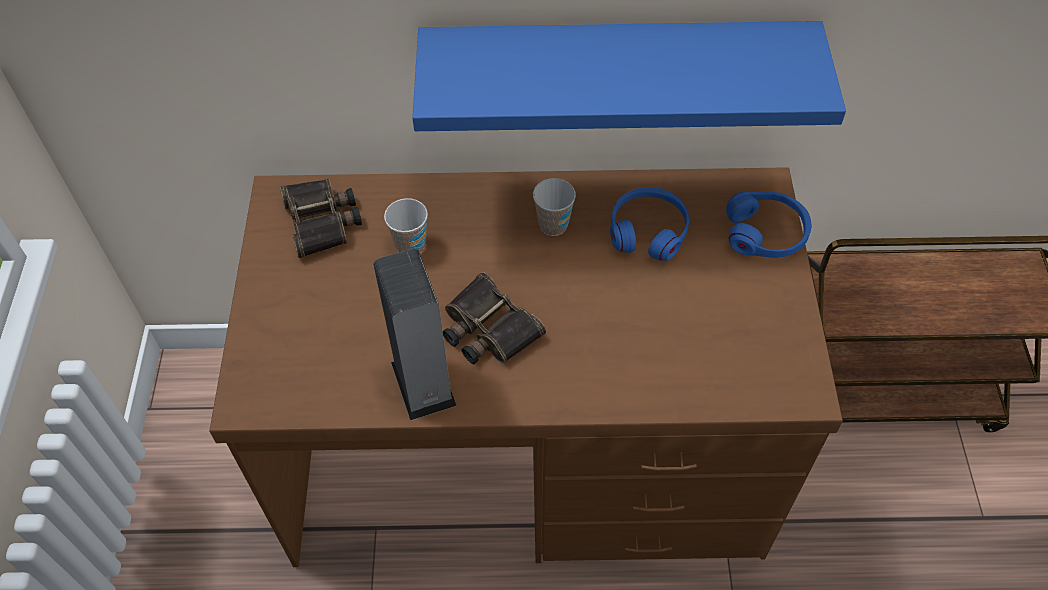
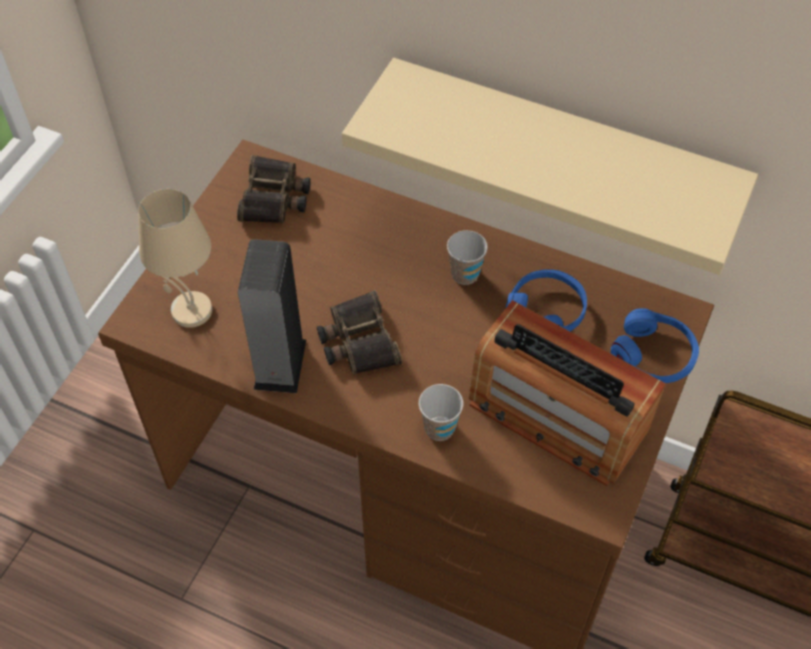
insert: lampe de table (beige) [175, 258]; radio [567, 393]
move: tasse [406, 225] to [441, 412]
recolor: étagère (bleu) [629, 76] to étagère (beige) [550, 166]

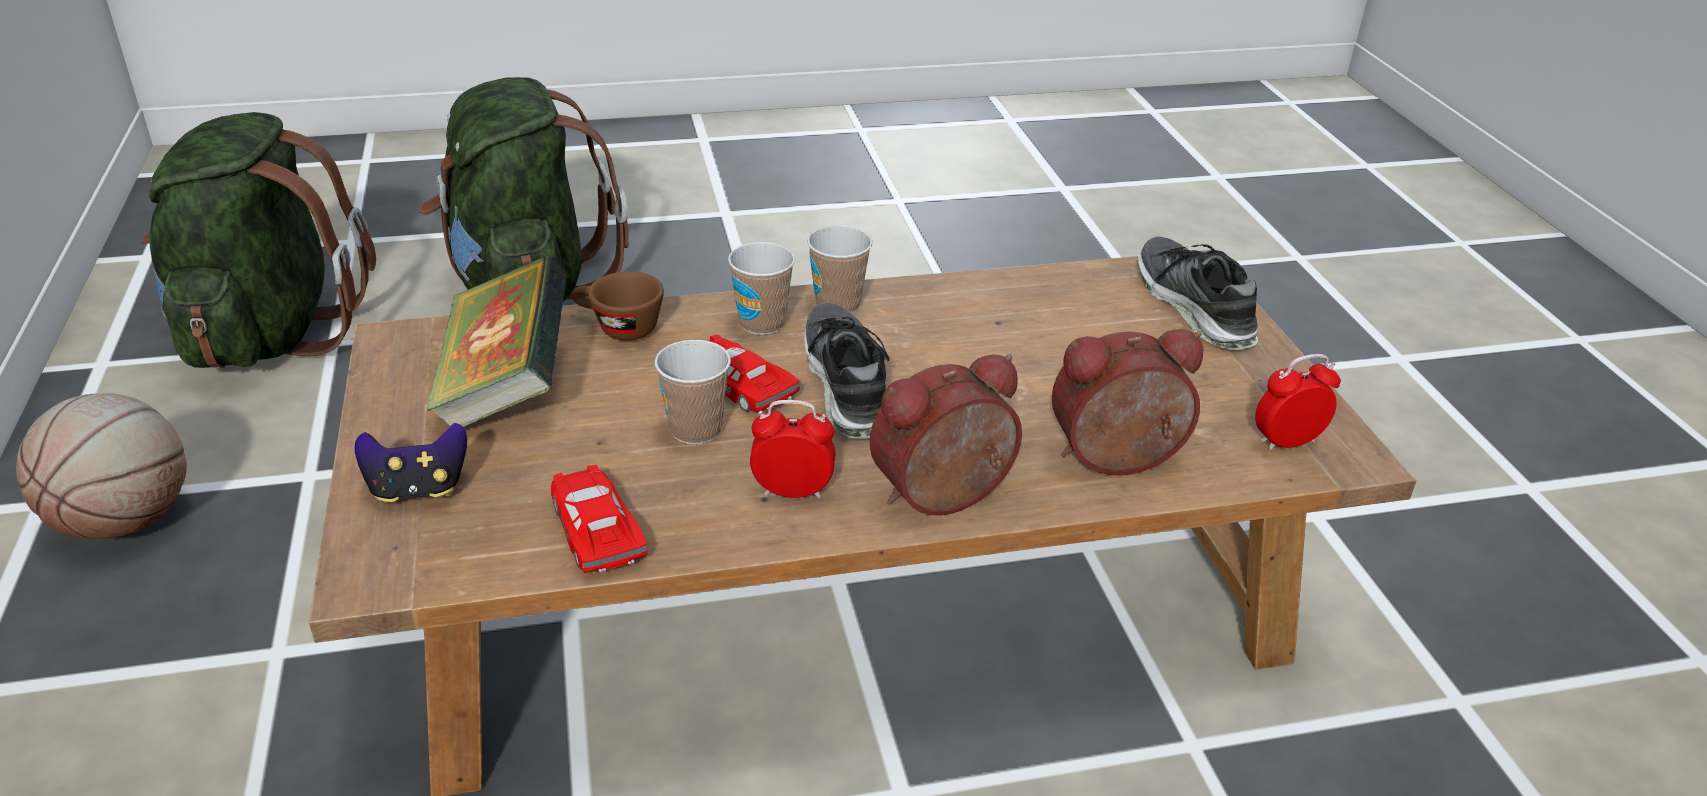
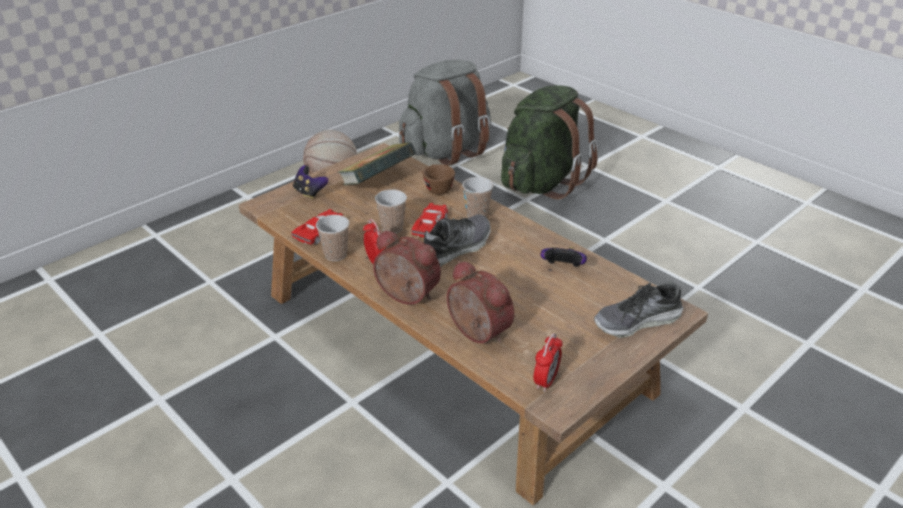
insert: manette [563, 257]
move: tasse [839, 269] to [332, 238]
recolor: sac à dos (vert) [258, 240] to sac à dos (gris) [445, 113]
rotate: réveil [1298, 402] = [548, 362] 75 degrees clockwise; chaussure [1198, 293] = [638, 309] 150 degrees counterclockwise

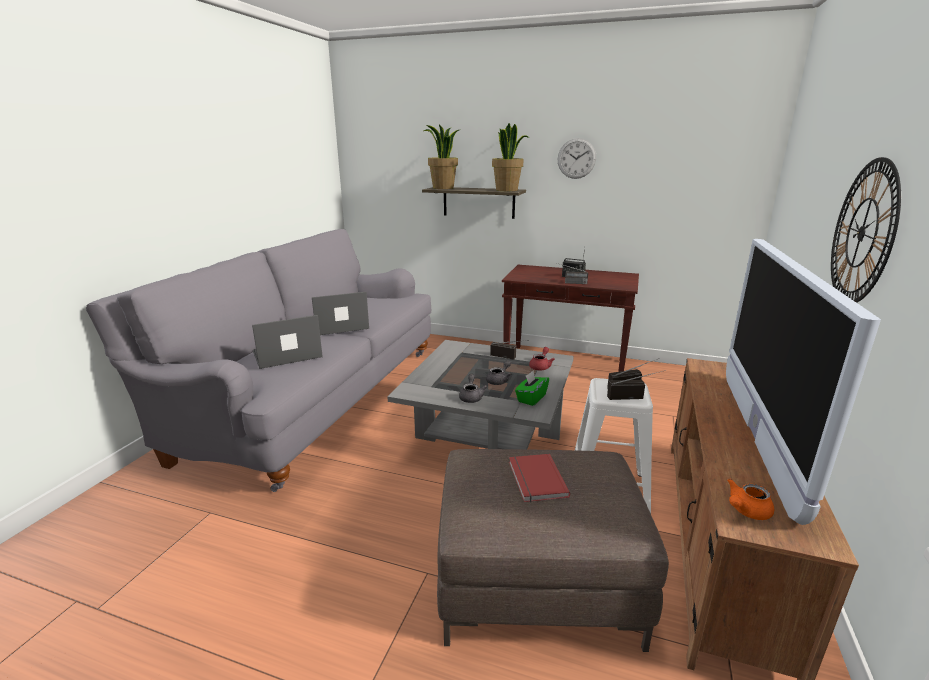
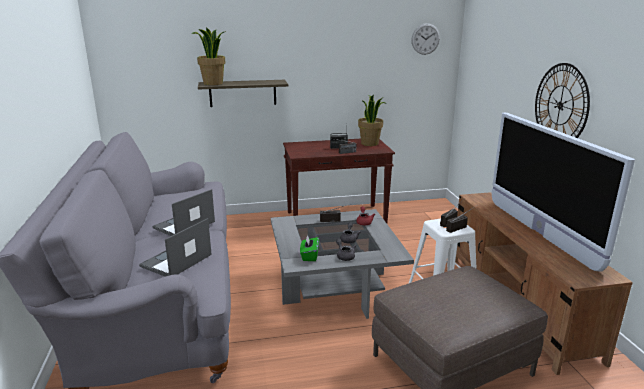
delete: livre (rouge) [539, 478]; théière (orange) [750, 499]
move: boîte à mouchoirs (vert) [532, 388] to [309, 247]; plante en pot [510, 157] to [372, 120]; horloge murale [577, 158] to [425, 39]

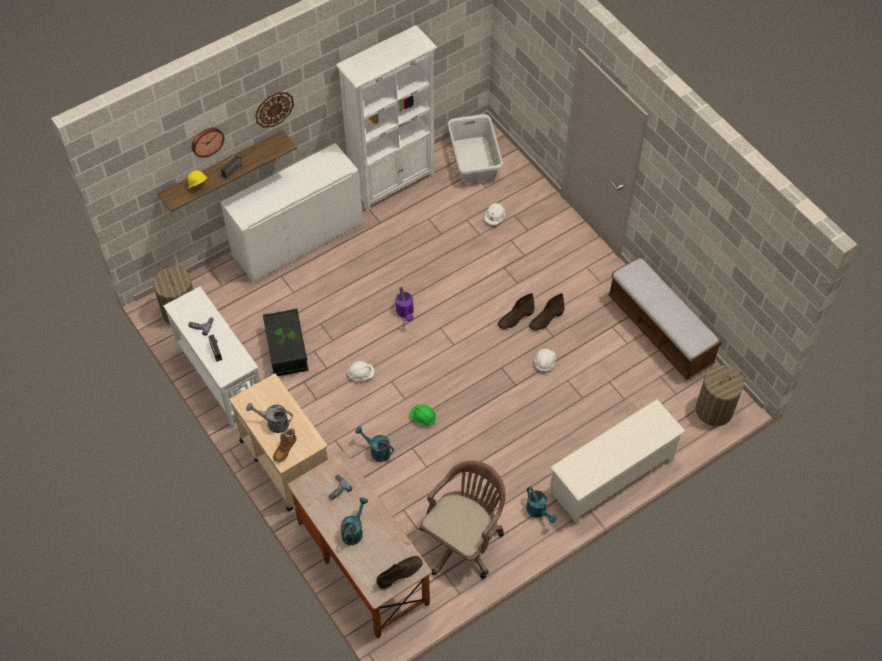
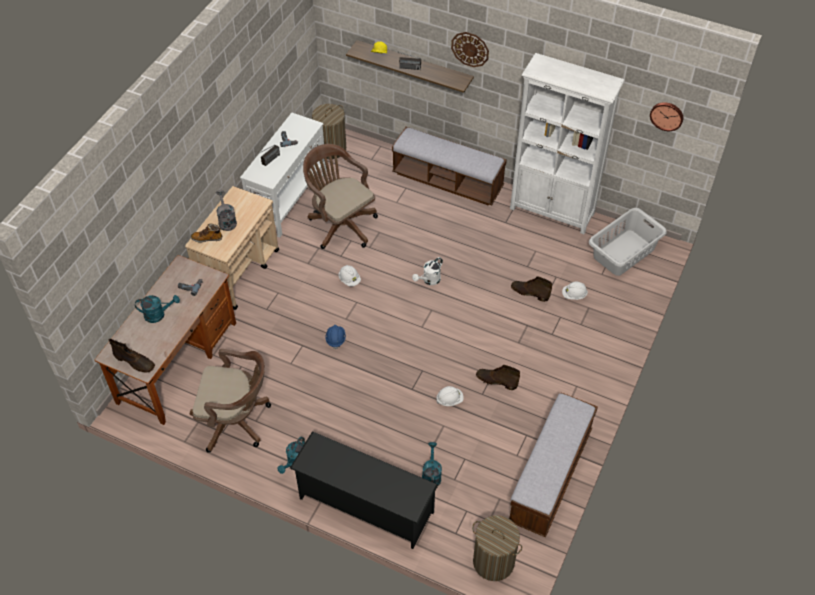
move: arrosoir (turquoise) [374, 444] to [432, 464]; botte (marron) [516, 311] to [531, 289]; horloge murale [208, 143] to [666, 116]
replace: boîte de rangement (noir) [285, 342] to chaise de bureau (marron) [340, 196]; meuble de rangement (blanc) [291, 212] to banc [449, 166]
recolor: étagère à chaussures (blanc) [617, 461] to étagère à chaussures (noir) [364, 490]; casque de chantier (vert) [423, 414] to casque de chantier (bleu) [335, 337]; arrosoir (violet) [404, 304] to arrosoir (blanc) [427, 271]

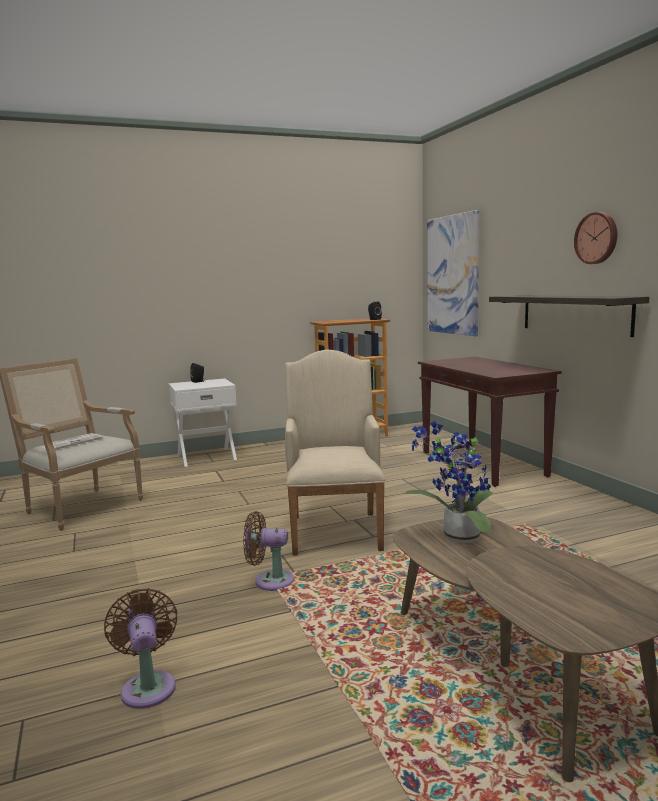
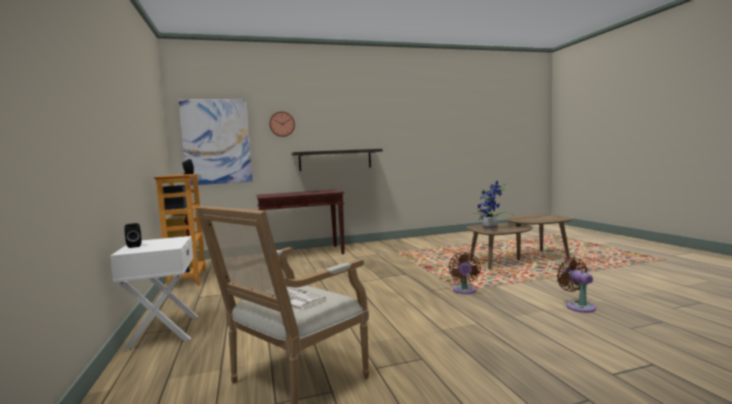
delete: fauteuil (beige) [335, 453]
move: horloge murale [595, 238] to [282, 124]
rotate: ventilateur (marron) [140, 648] = [576, 285] 90 degrees clockwise

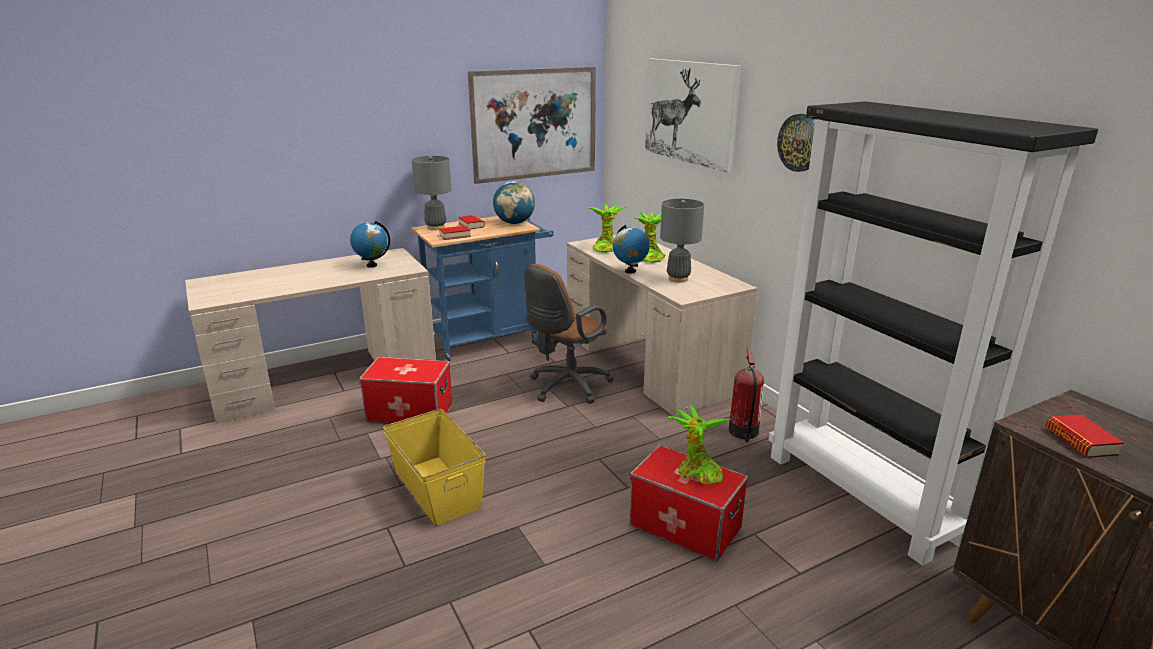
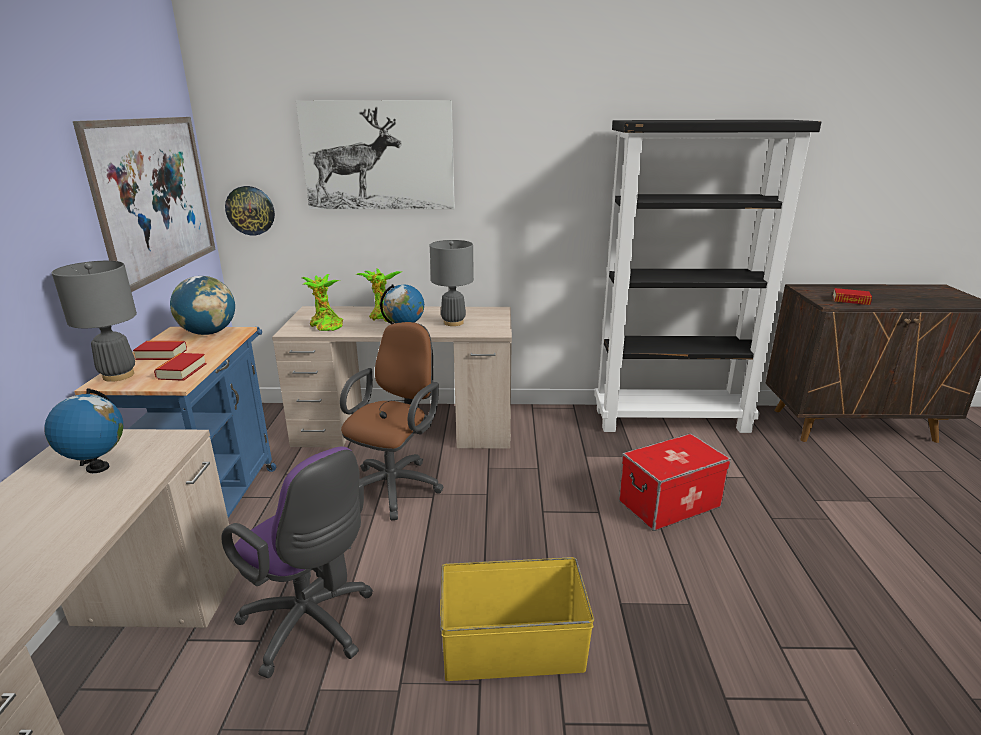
delete: plante en pot [699, 445]; extincteur [746, 394]
move: horloge murale [796, 143] to [250, 210]
replace: boîte de rangement [406, 390] to chaise de bureau (violet) [297, 562]
rotate: chaise de bureau (marron) [569, 334] = [391, 421] 135 degrees counterclockwise

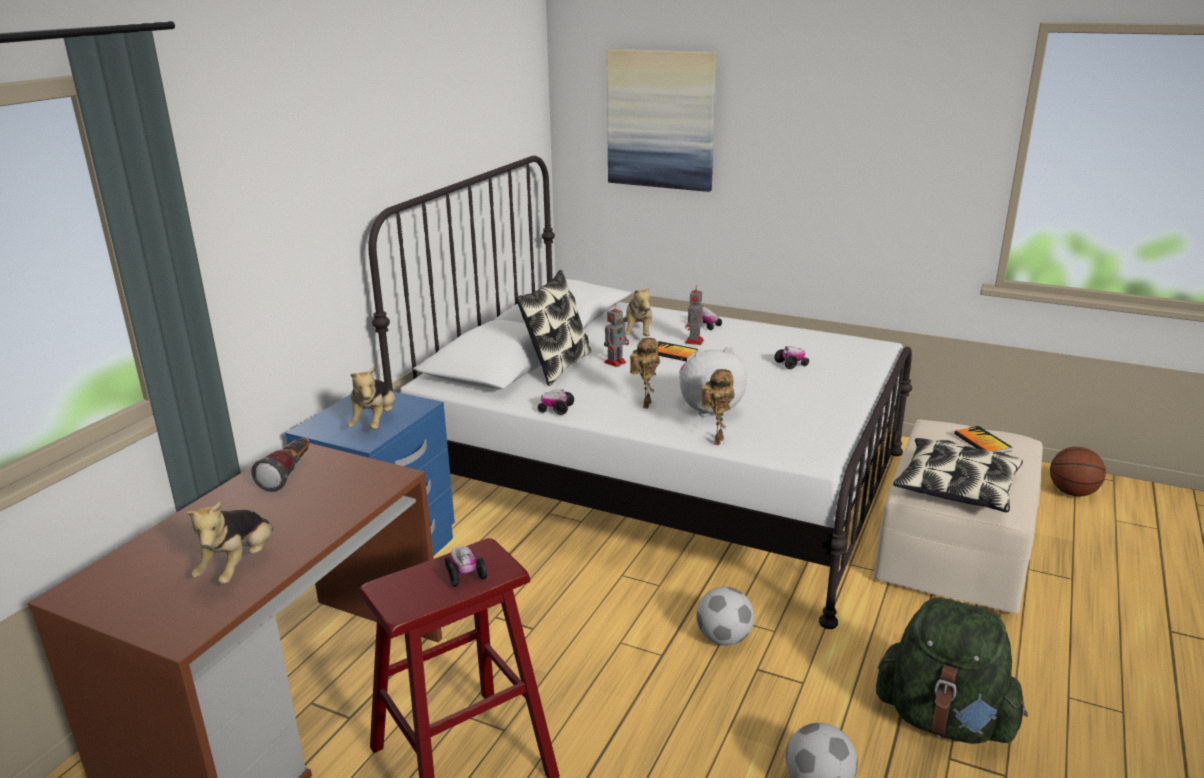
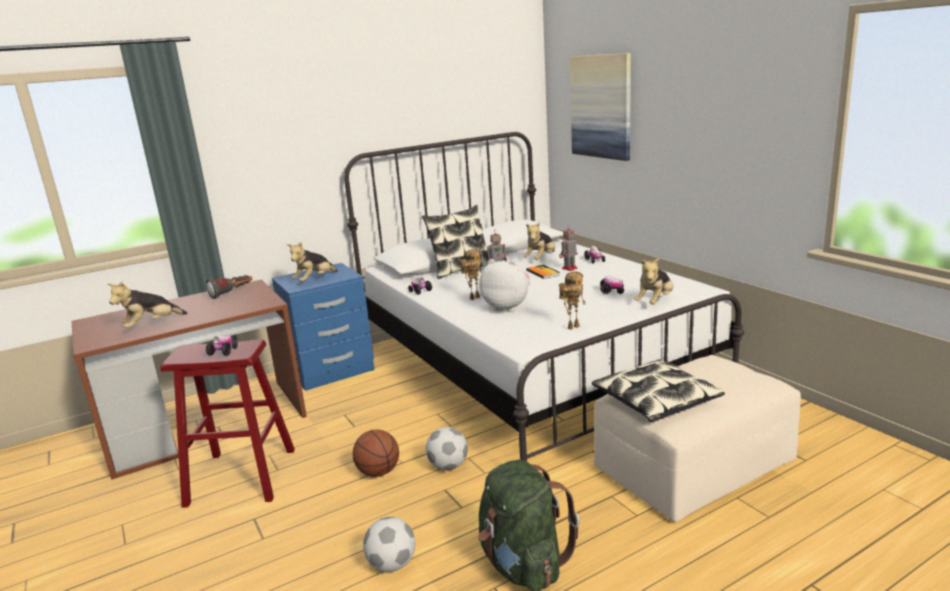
delete: livre [983, 439]
insert: peluche [653, 281]
move: ballon de basket [1078, 471] to [376, 453]; robot jouet [718, 407] to [572, 301]

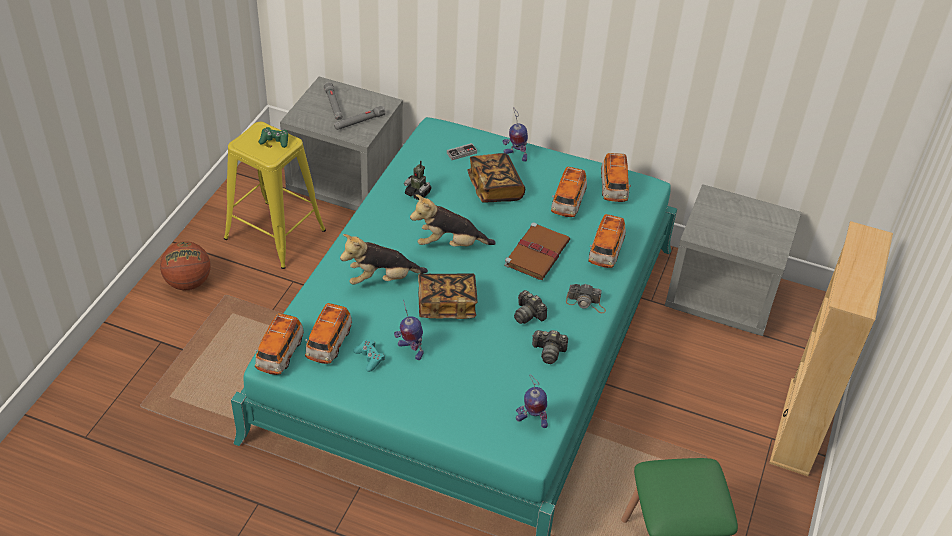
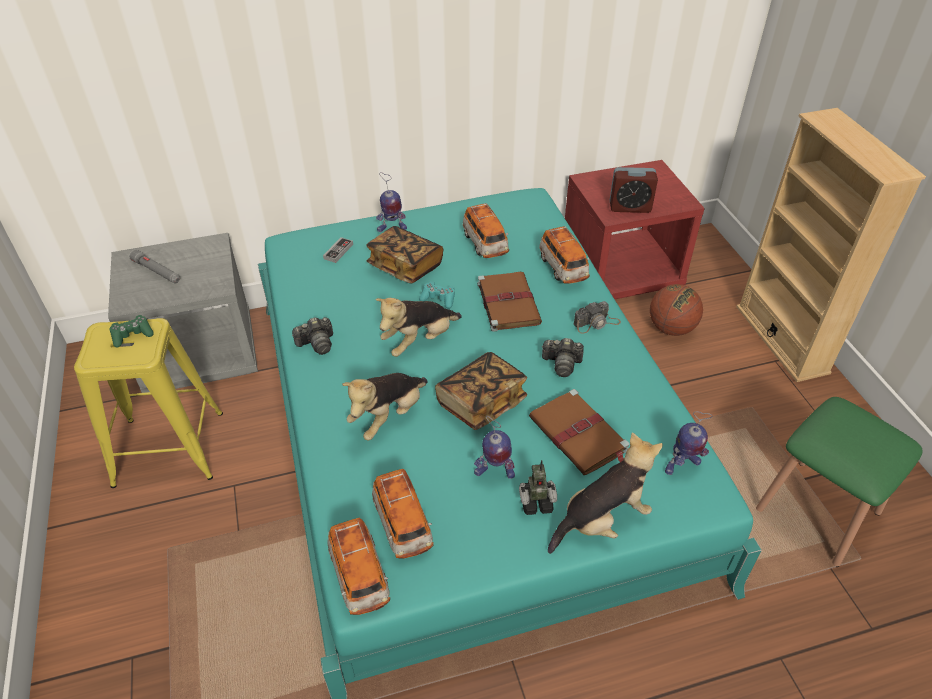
delete: lampe de poche (gris) [360, 118]; petite voiture [616, 177]
insert: livre (marron) [579, 432]; peluche [605, 493]; réveil [634, 190]
move: appareil photo [550, 347] to [312, 336]; manette (turquoise) [369, 356] to [437, 295]; robot jouet [417, 180] to [538, 487]; ballon de basket [185, 265] to [676, 310]
recolor: table de chevet (gris) [733, 260] to table de chevet (rouge) [635, 229]

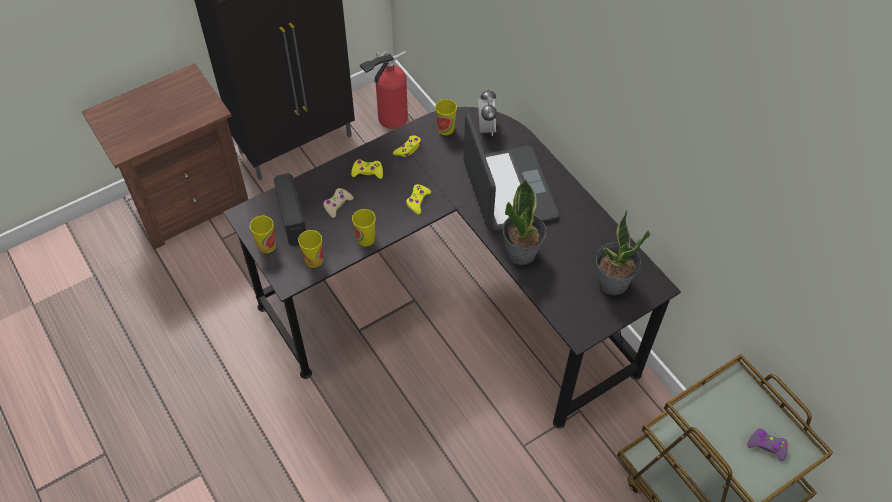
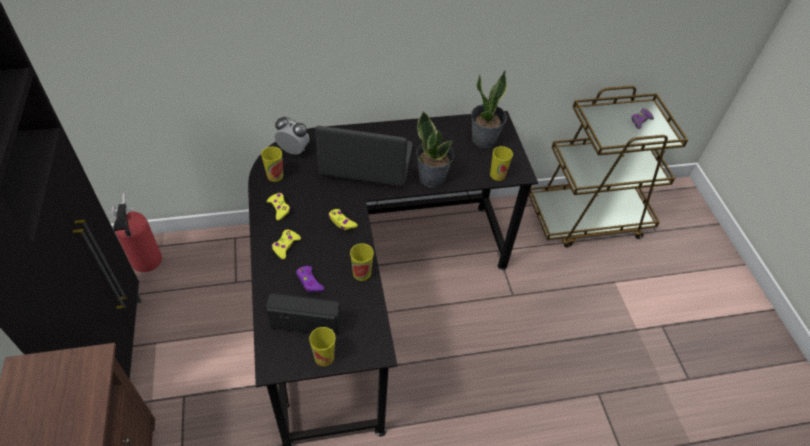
move: tasse [310, 249] to [501, 163]
recolor: manette (beige) [338, 203] to manette (violet) [310, 279]

